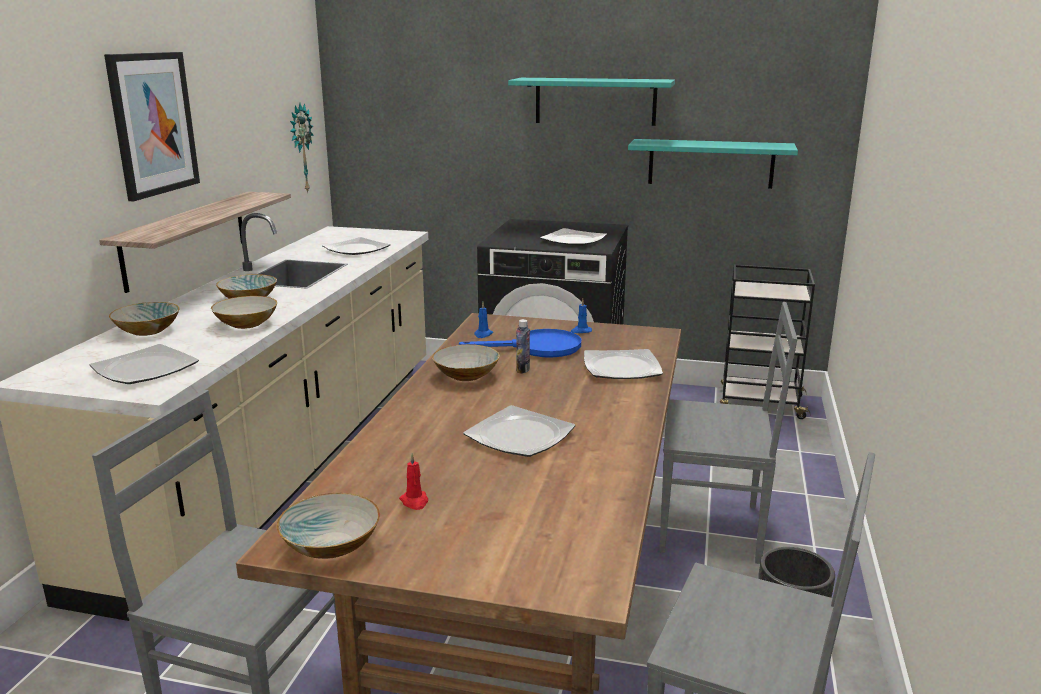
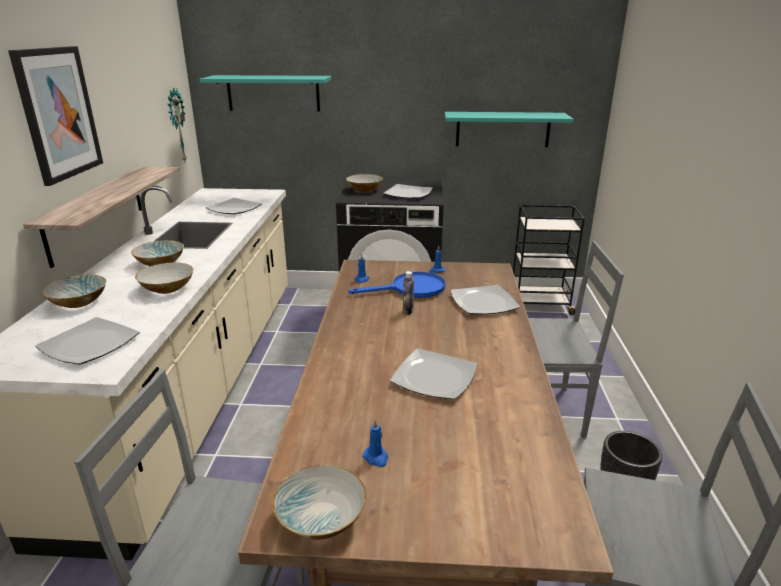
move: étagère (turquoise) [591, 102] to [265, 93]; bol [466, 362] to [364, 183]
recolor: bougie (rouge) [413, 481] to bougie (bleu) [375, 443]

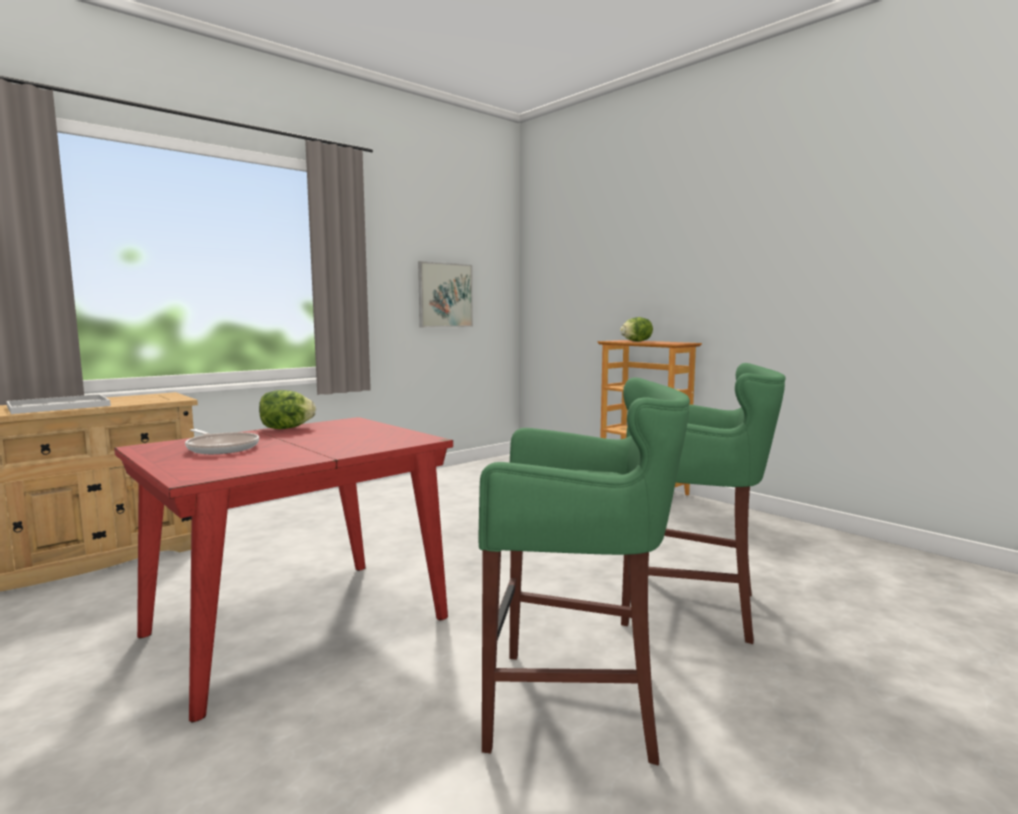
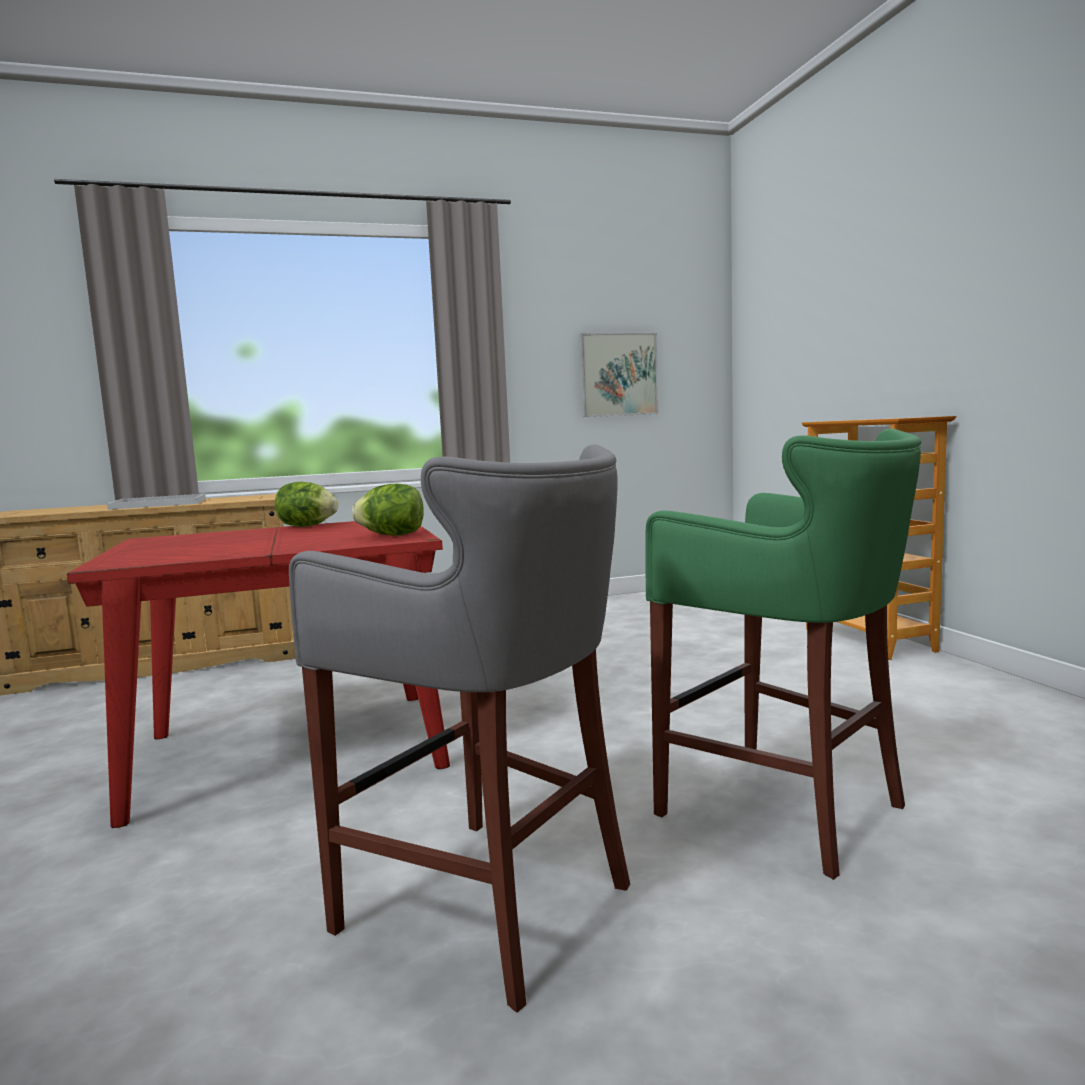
delete: poêle [222, 441]
move: laitue [636, 329] to [388, 510]
recolor: tabouret (vert) [584, 571] to tabouret (gris) [459, 728]

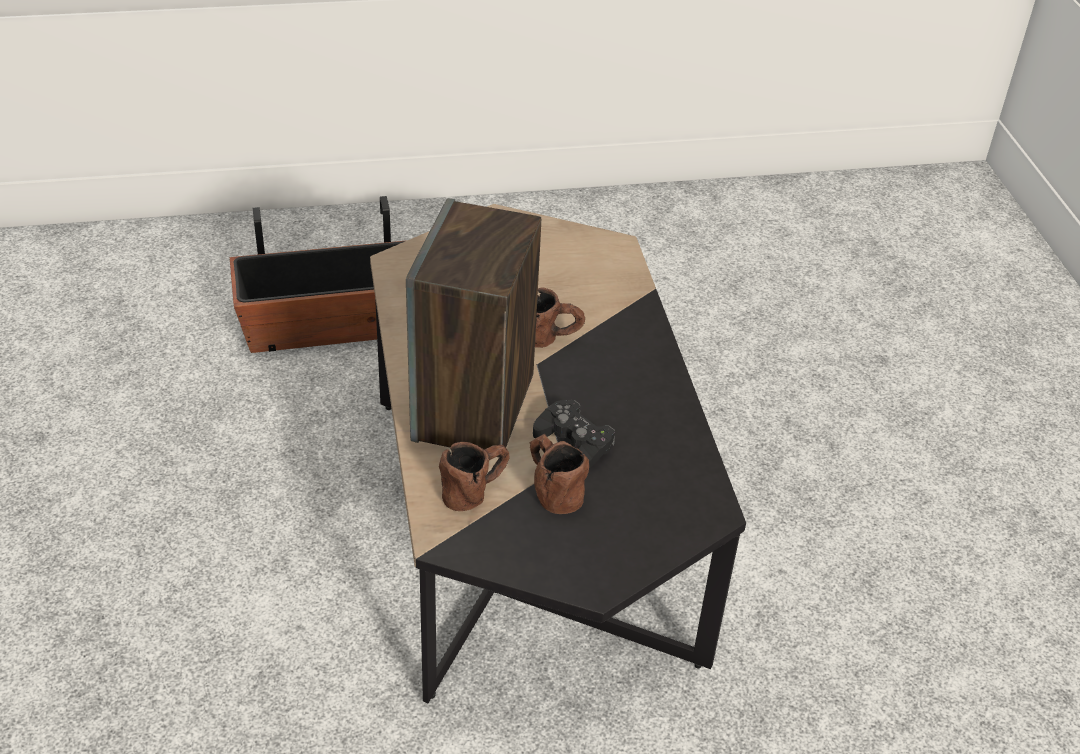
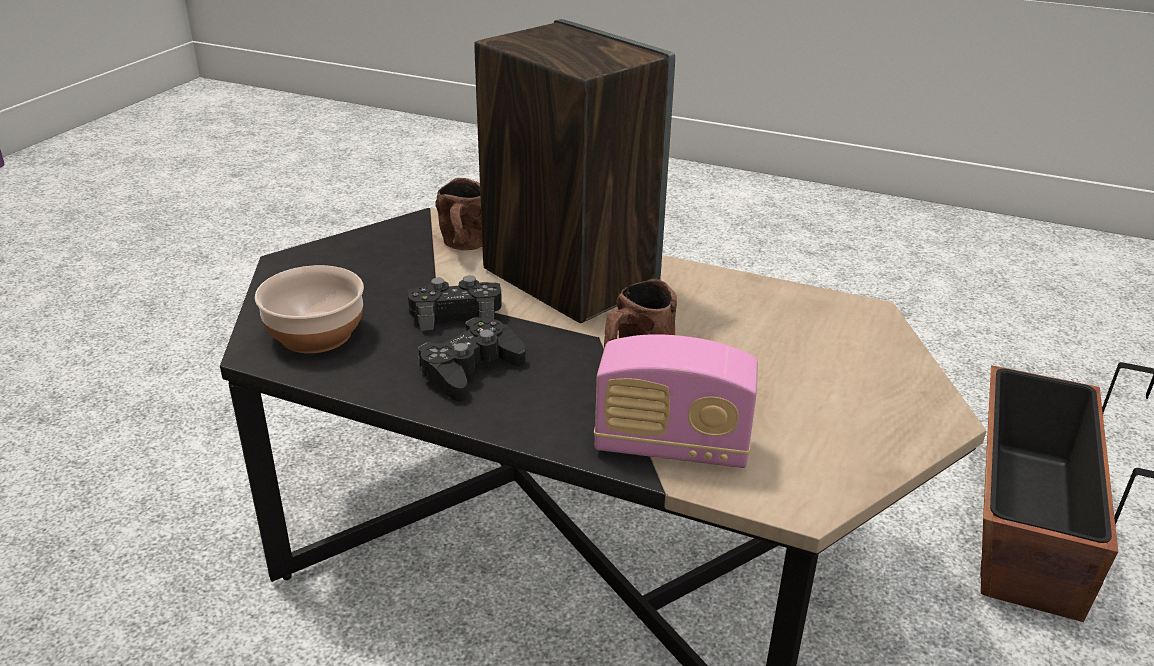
delete: mug (marron) [559, 474]
insert: bol [309, 309]; manette (noir) [472, 359]; radio [676, 401]

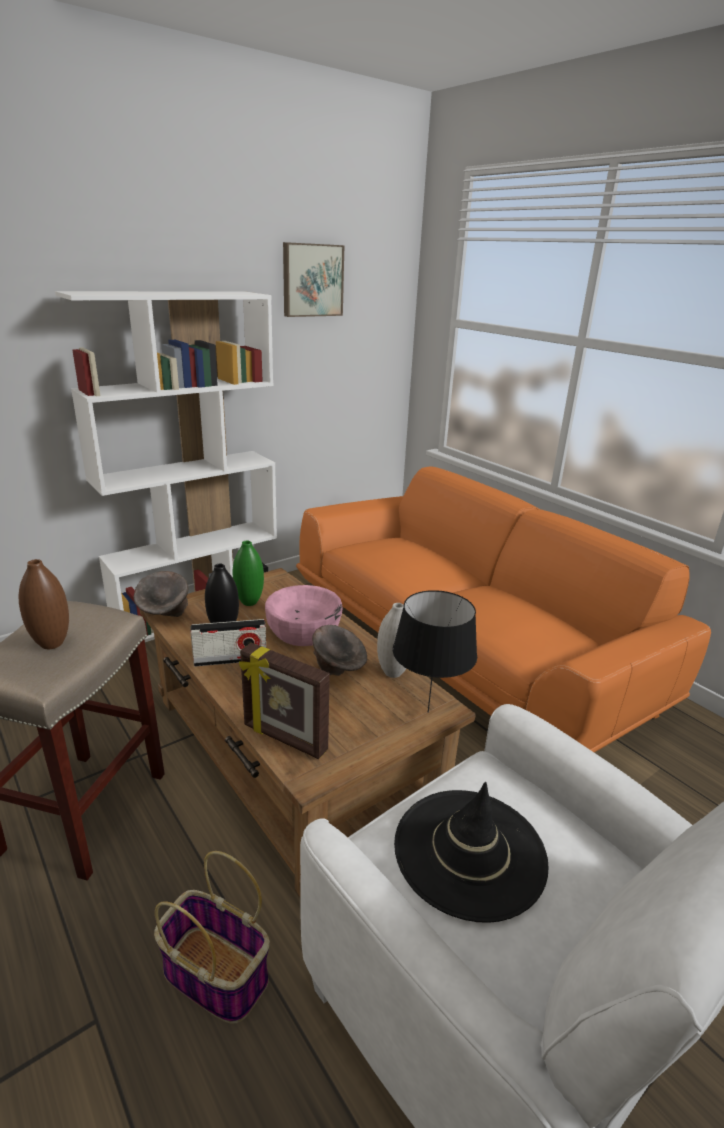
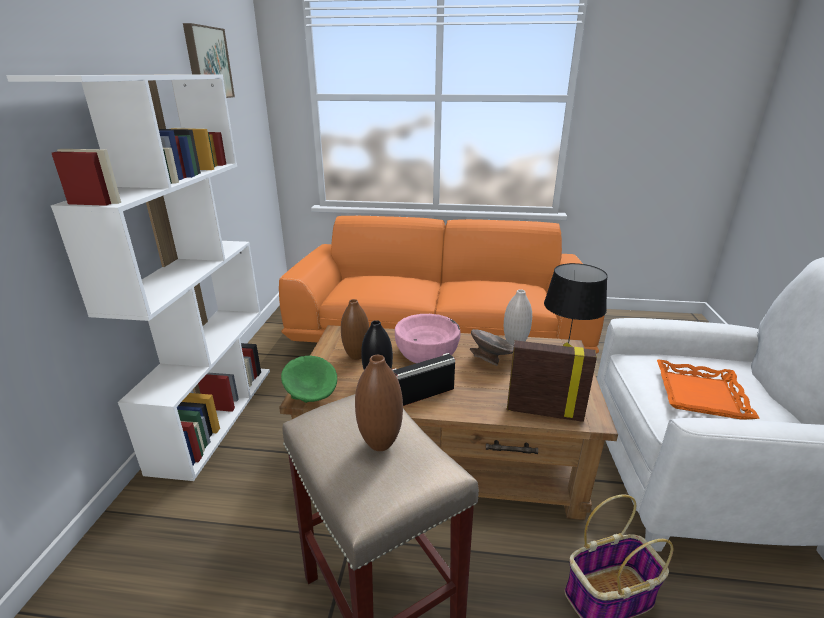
replace: chapeau (noir) [471, 852] to plateau (orange) [708, 390]
recolor: bol (gris) [160, 594] to bol (vert) [309, 379]; vase (vert) [248, 573] to vase (marron) [355, 329]
rotate: radio [228, 643] = [423, 379] 150 degrees counterclockwise; cadre photo [284, 701] = [552, 381] 150 degrees counterclockwise

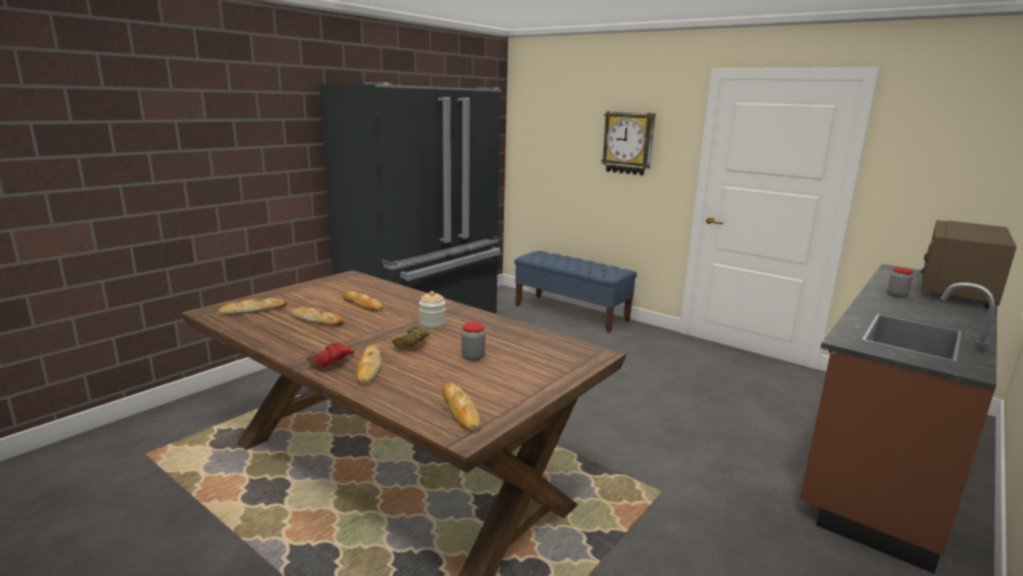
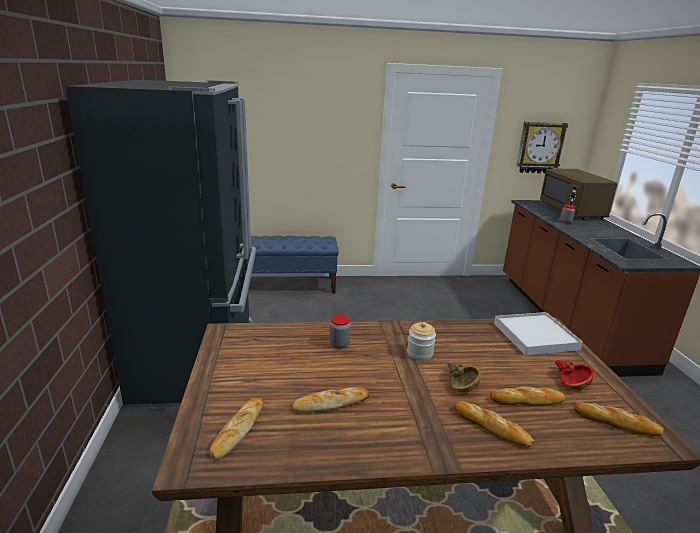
insert: plateau (blanc) [538, 333]
move: bocal [473, 341] to [340, 331]; pain [363, 301] to [527, 396]; horloge murale [628, 143] to [542, 147]; bol (rouge) [330, 355] to [574, 375]

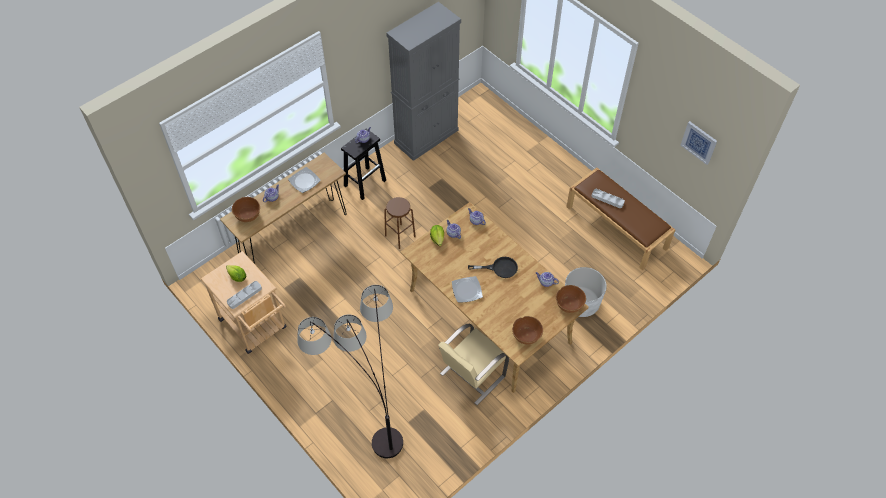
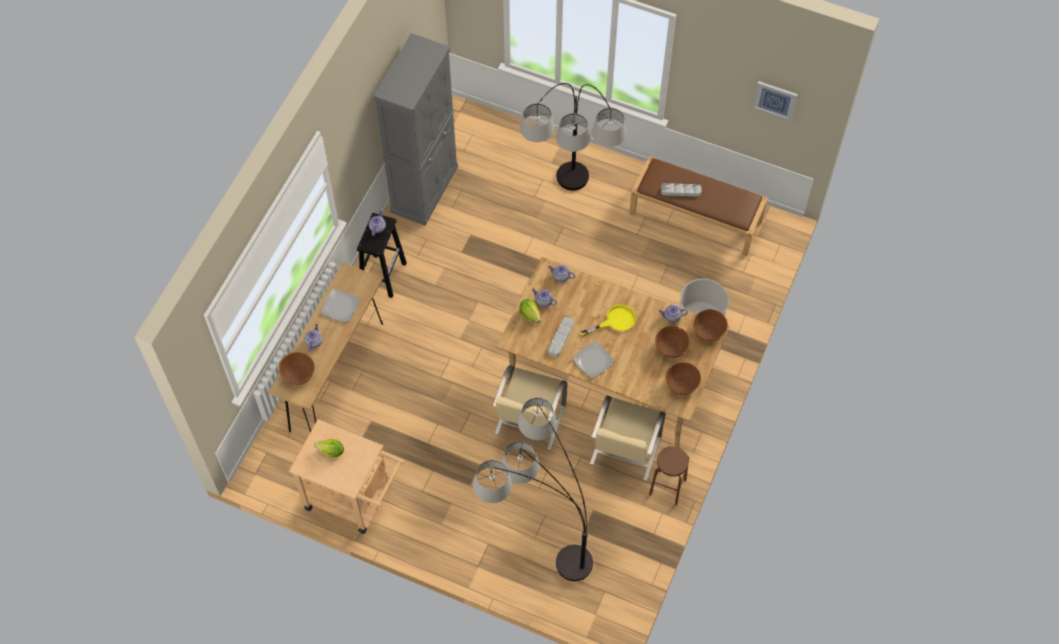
insert: chaise (beige) [530, 407]; lampadaire [573, 137]; bol (marron) [672, 341]
move: plateau (gris) [244, 295] to [561, 337]; tabouret (marron) [400, 223] to [669, 475]
recolor: poêle (noir) [493, 267] to poêle (jaune) [608, 320]

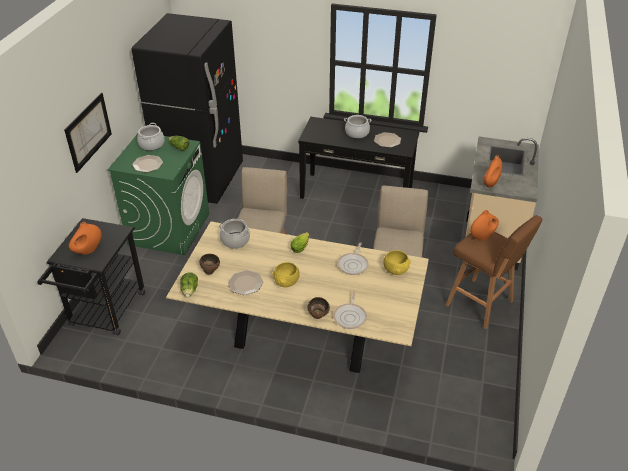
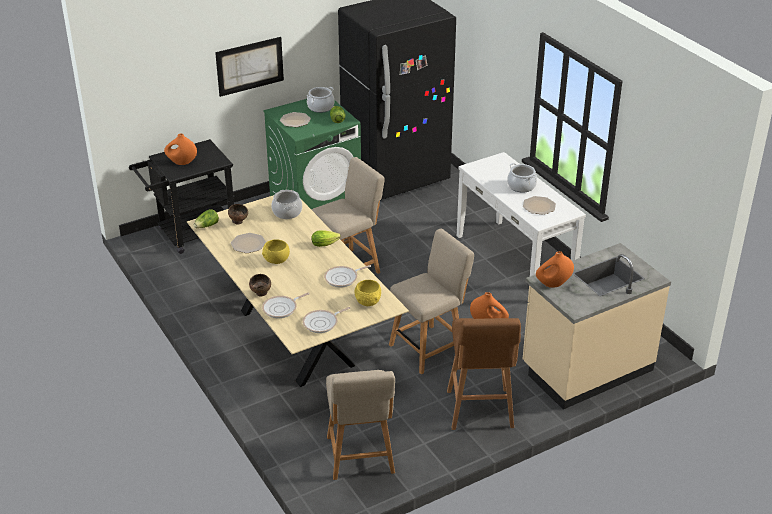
insert: poêle [326, 320]; chaise (beige) [360, 425]
recolor: table console (noir) [358, 158] to table console (blanc) [521, 214]

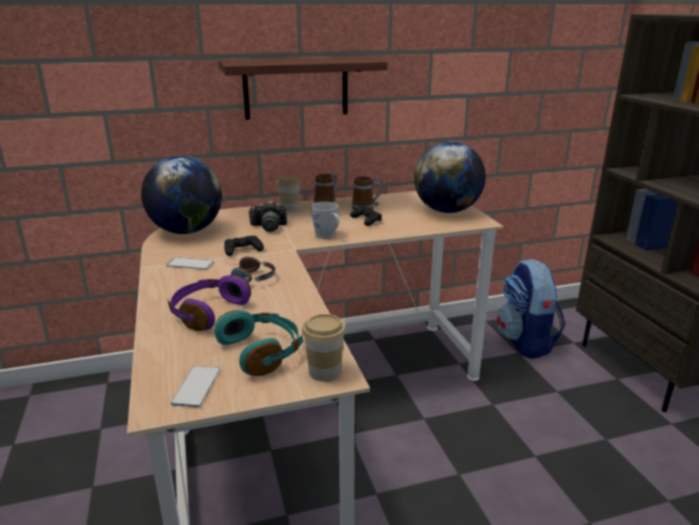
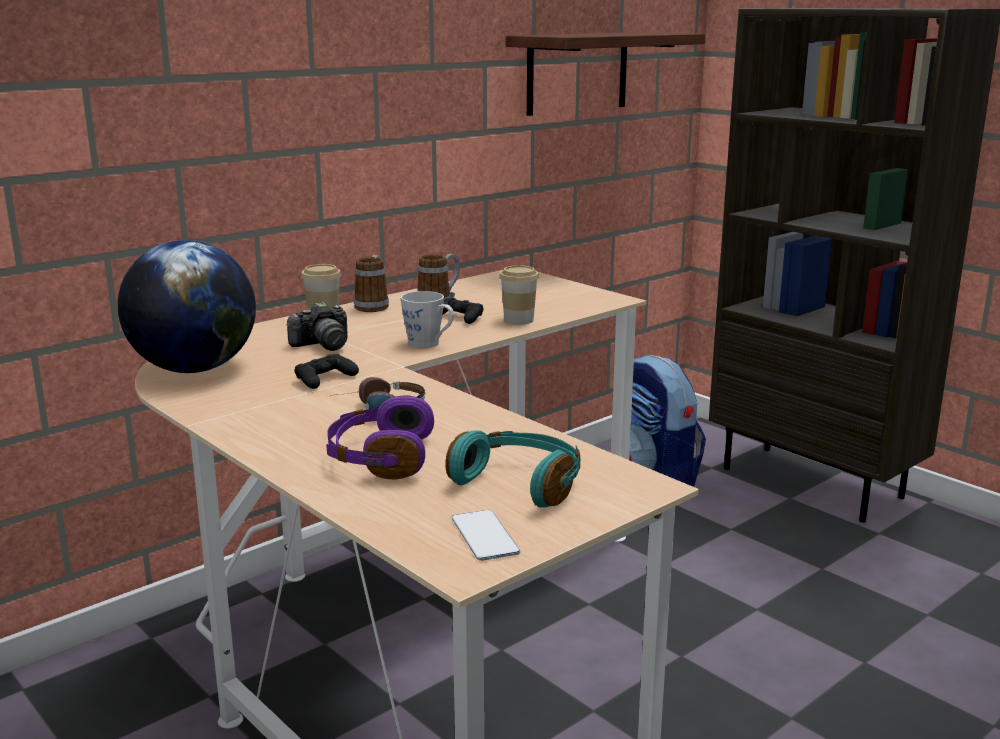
delete: téléphone [190, 263]; globe [450, 177]
move: tasse [324, 347] to [519, 295]; étagère [303, 88] to [605, 74]

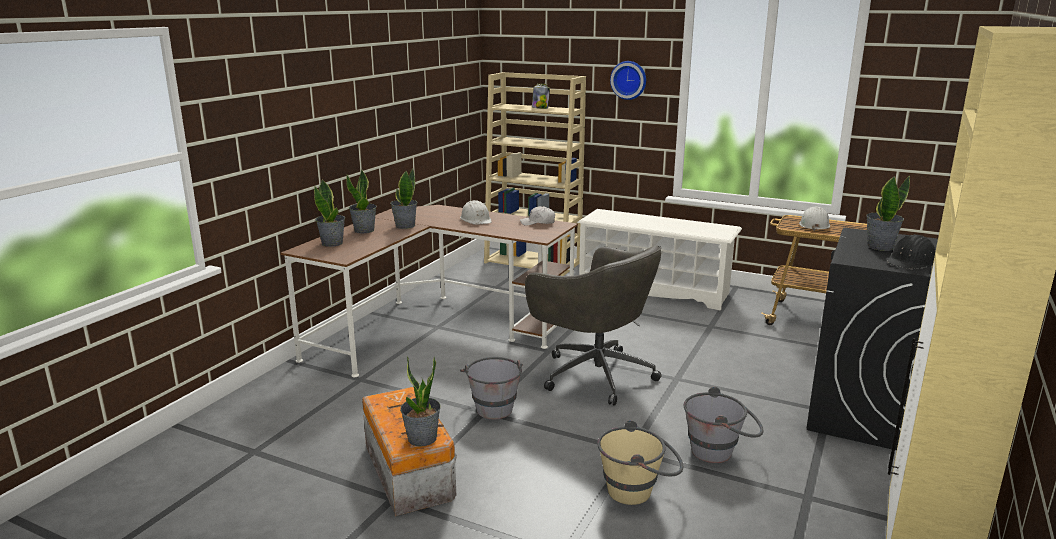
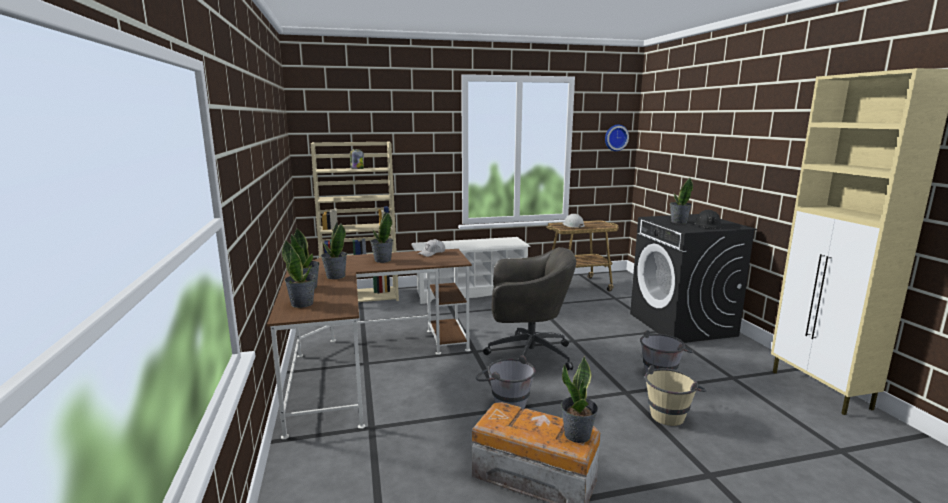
move: horloge murale [628, 80] to [617, 138]
replace: casque de chantier (blanc) [475, 212] to plante en pot [381, 237]

